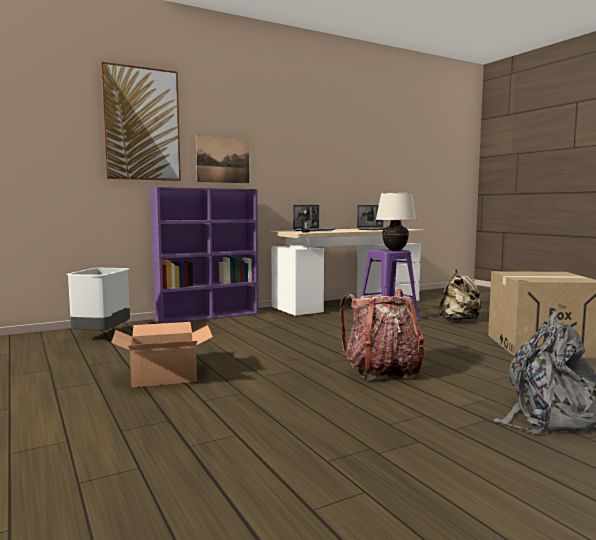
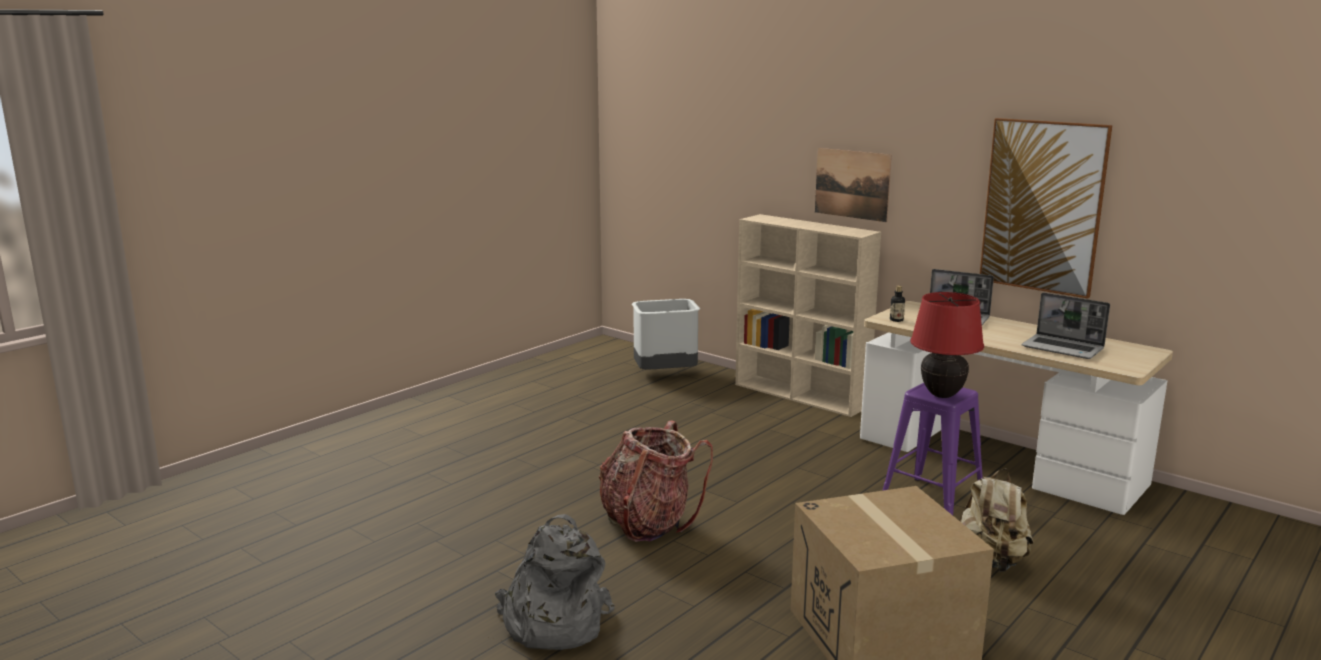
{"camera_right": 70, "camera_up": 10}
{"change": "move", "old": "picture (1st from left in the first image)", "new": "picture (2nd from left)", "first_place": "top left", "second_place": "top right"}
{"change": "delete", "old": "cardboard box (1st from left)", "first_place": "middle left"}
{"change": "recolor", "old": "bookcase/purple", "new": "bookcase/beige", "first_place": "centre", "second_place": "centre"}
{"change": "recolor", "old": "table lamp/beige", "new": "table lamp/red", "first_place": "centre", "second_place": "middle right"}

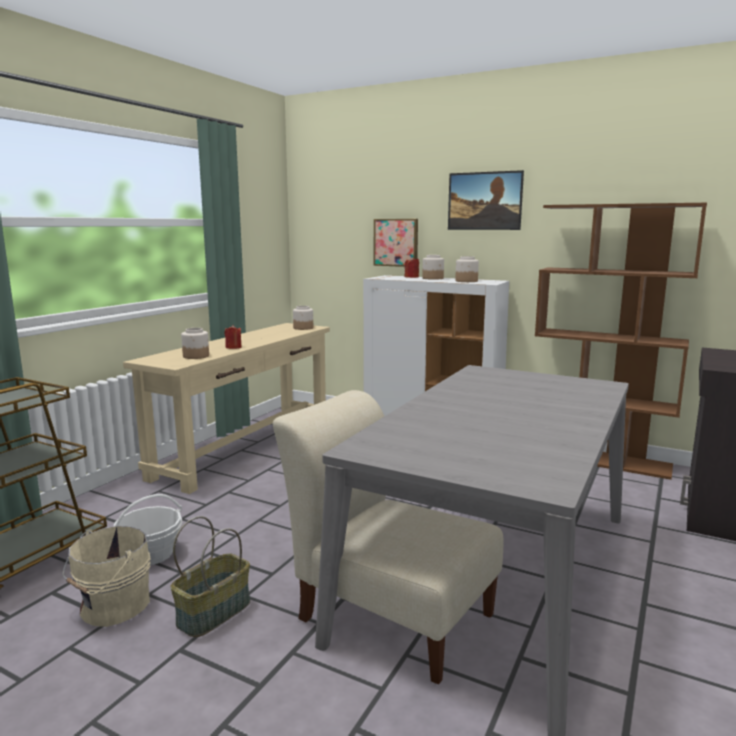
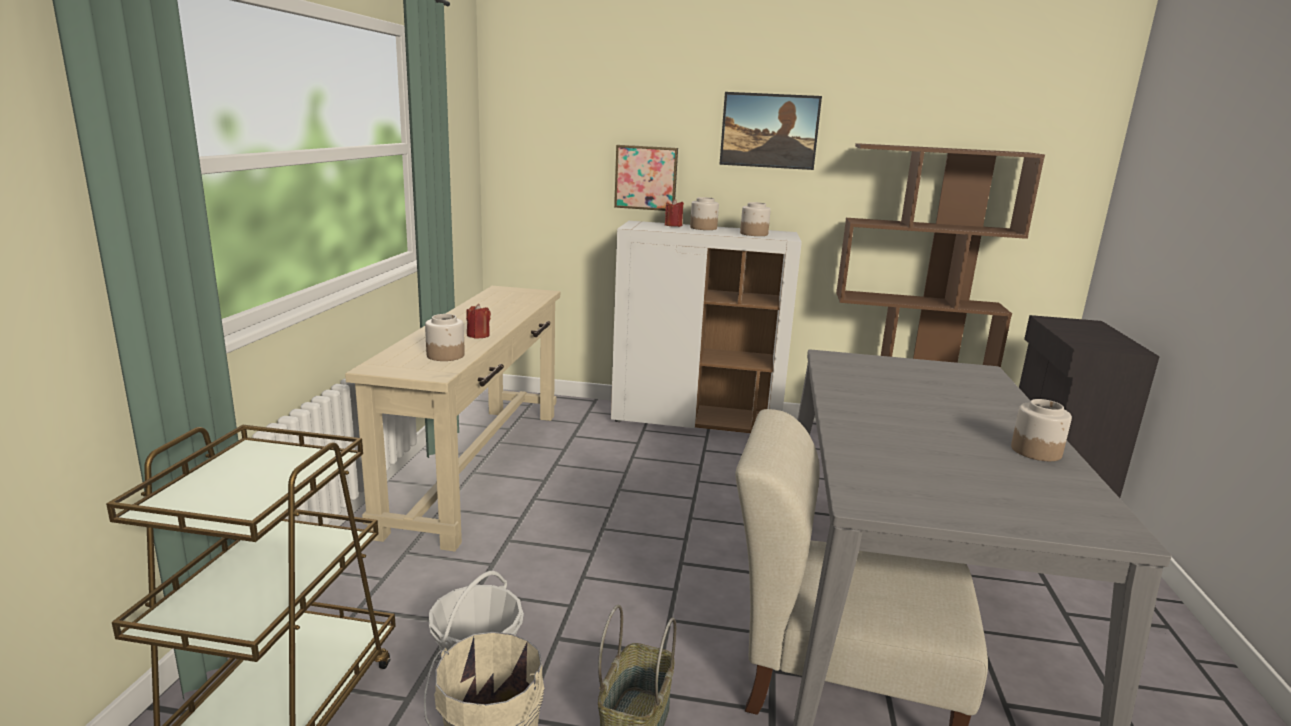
{"camera_right": -20, "camera_up": 5}
{"change": "move", "old": "jar (2nd from left in the first image)", "new": "jar (4th from left)", "first_place": "centre", "second_place": "middle right"}

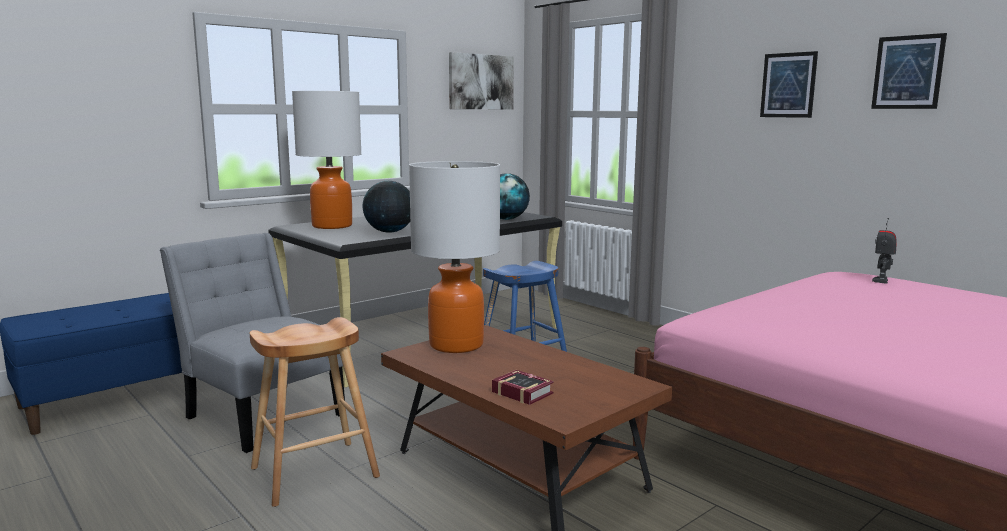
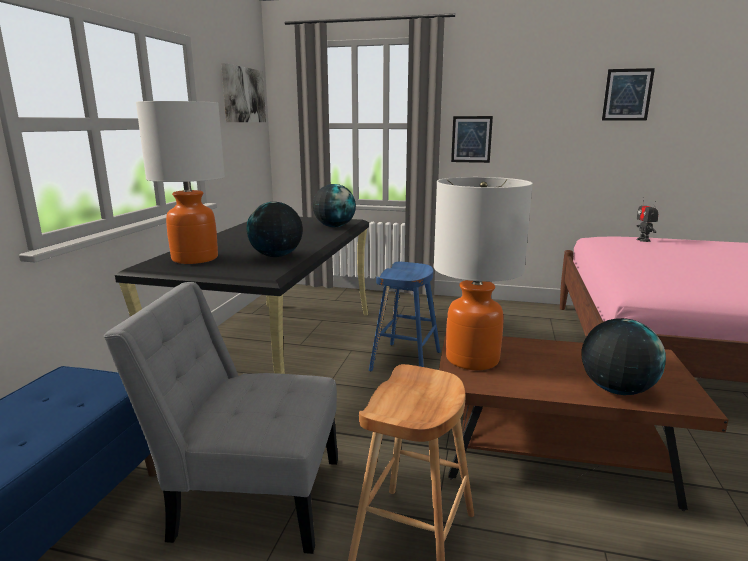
{"camera_right": -35, "camera_up": 5}
{"change": "replace", "old": "book", "new": "globe (3rd from left)", "first_place": "bottom centre", "second_place": "middle right"}
{"change": "move", "old": "picture (2nd from left)", "first_place": "top right", "second_place": "top centre"}

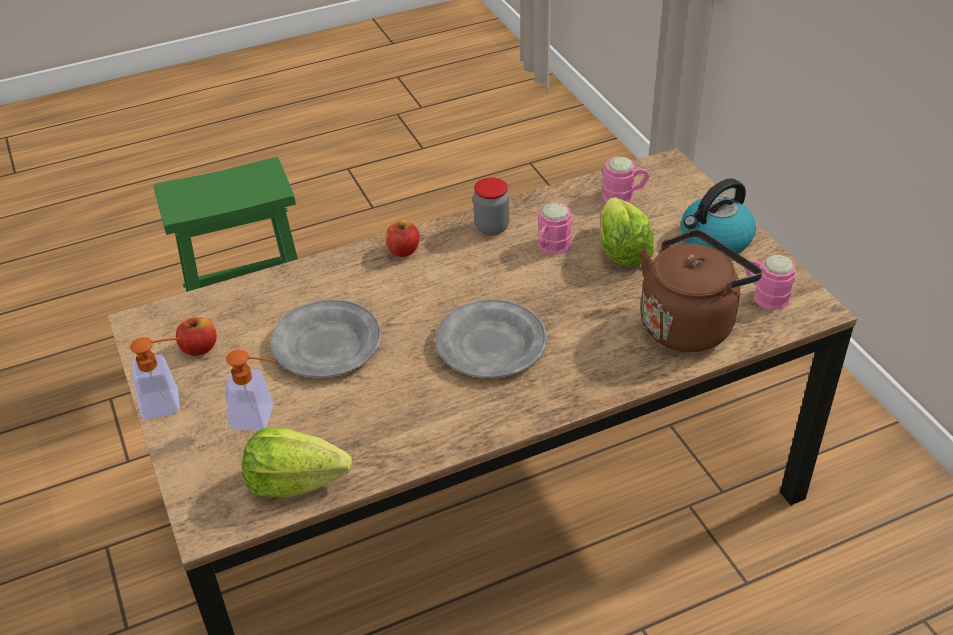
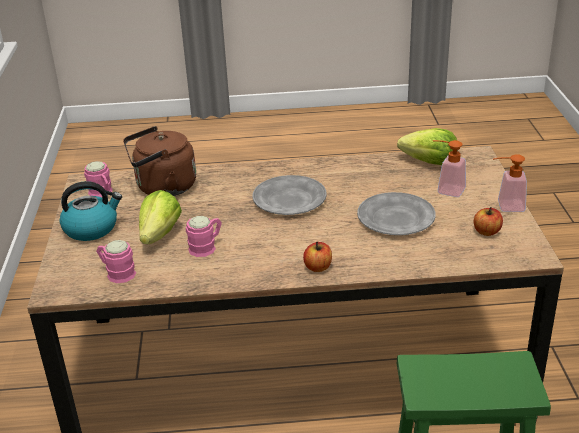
{"camera_right": -160, "camera_up": -10}
{"change": "delete", "old": "jar", "first_place": "top centre"}

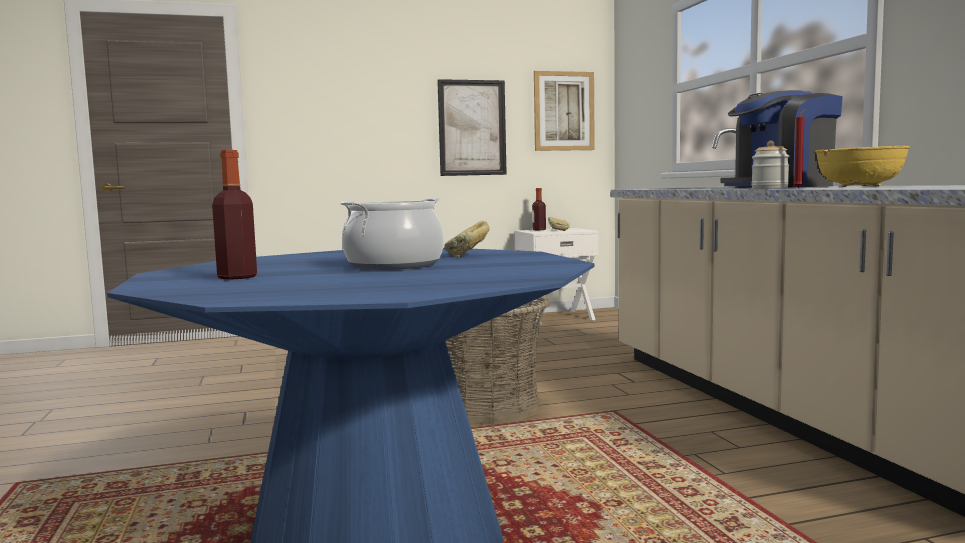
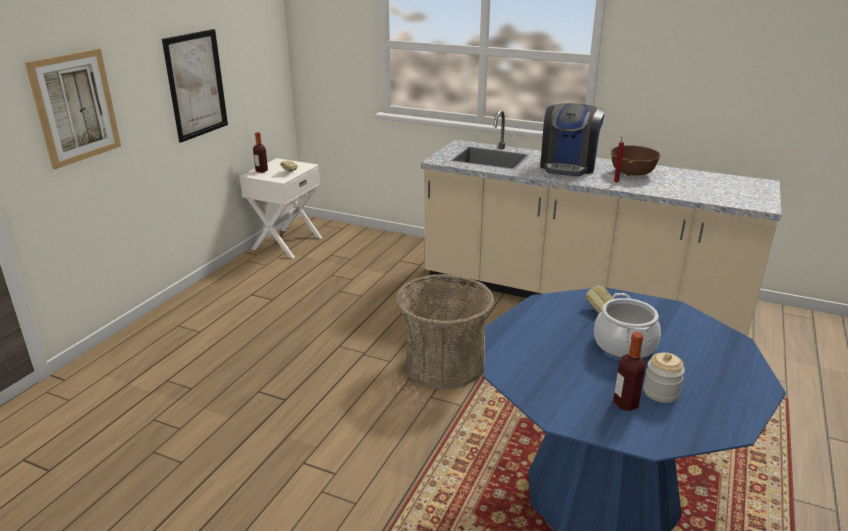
{"camera_right": -50, "camera_up": 20}
{"change": "move", "old": "picture (2nd from left in the first image)", "new": "picture (1st from left)", "first_place": "top centre", "second_place": "top left"}
{"change": "move", "old": "jar", "first_place": "top right", "second_place": "bottom right"}
{"change": "recolor", "old": "bowl/yellow", "new": "bowl/brown", "first_place": "top right", "second_place": "top right"}

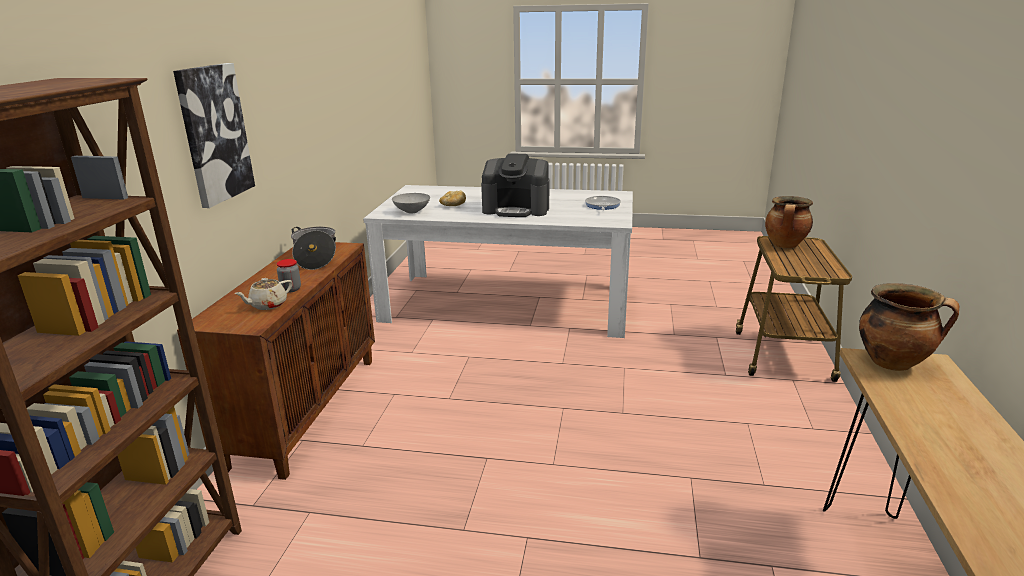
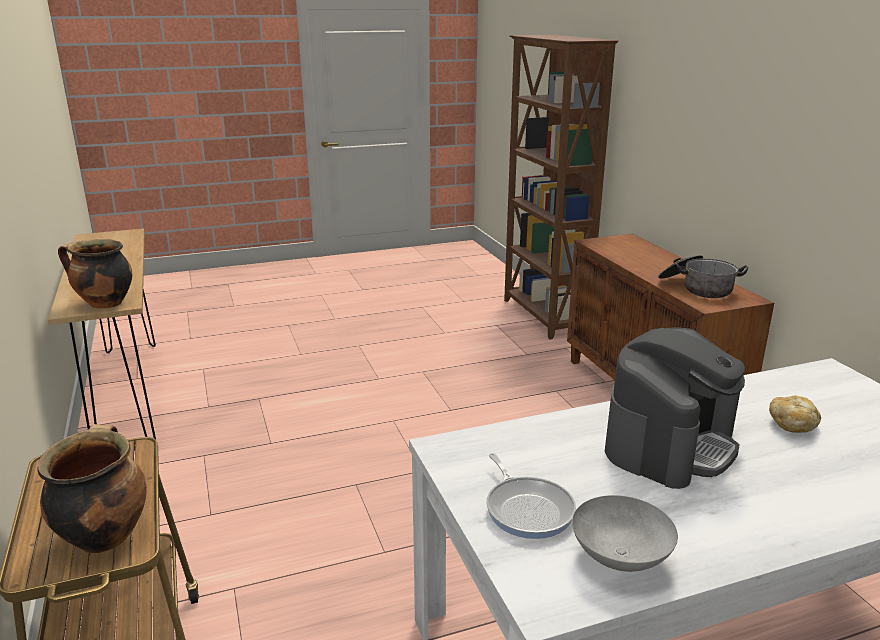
{"camera_right": 150, "camera_up": 0}
{"change": "delete", "old": "picture", "first_place": "top left"}
{"change": "delete", "old": "teapot/beige", "first_place": "middle left"}
{"change": "delete", "old": "jar", "first_place": "middle left"}
{"change": "move", "old": "bowl/grey", "first_place": "centre", "second_place": "bottom right"}
{"change": "rotate", "old": "coffee machine", "first_place": "top centre", "second_place": "middle right", "degrees": 150}

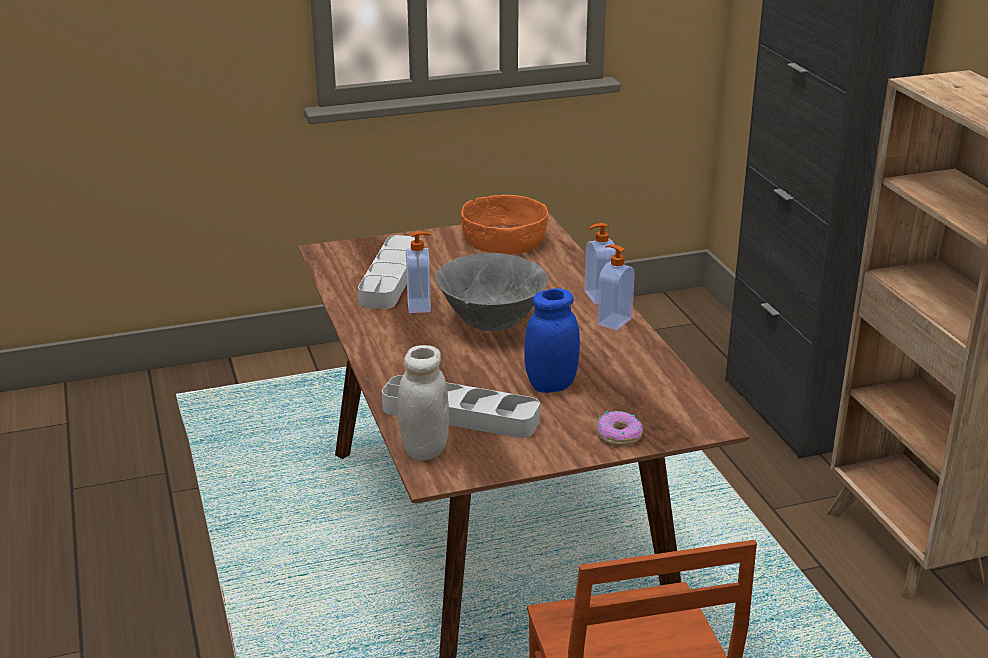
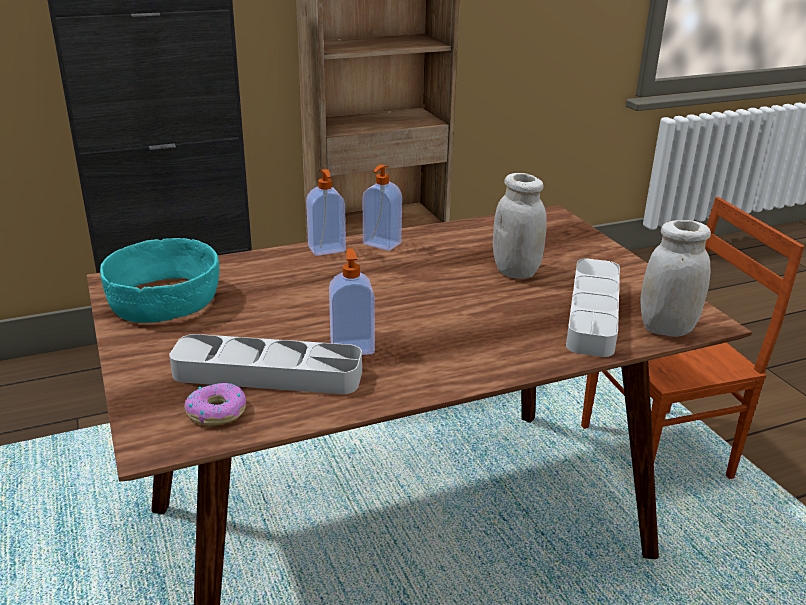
{"camera_right": -95, "camera_up": 0}
{"change": "delete", "old": "bowl/grey", "first_place": "centre"}
{"change": "recolor", "old": "bowl/orange", "new": "bowl/turquoise", "first_place": "centre", "second_place": "middle left"}
{"change": "recolor", "old": "jar/blue", "new": "jar/white (1st from left)", "first_place": "centre", "second_place": "centre"}
{"change": "move", "old": "donut", "first_place": "centre", "second_place": "bottom left"}

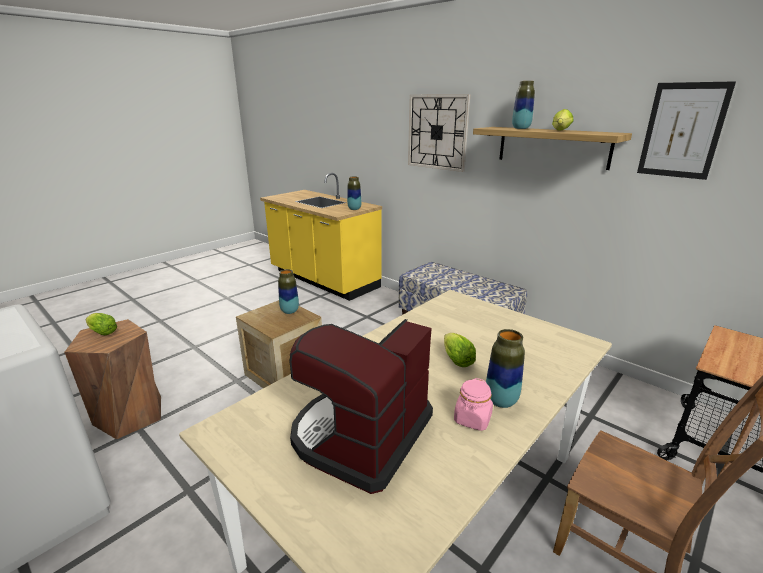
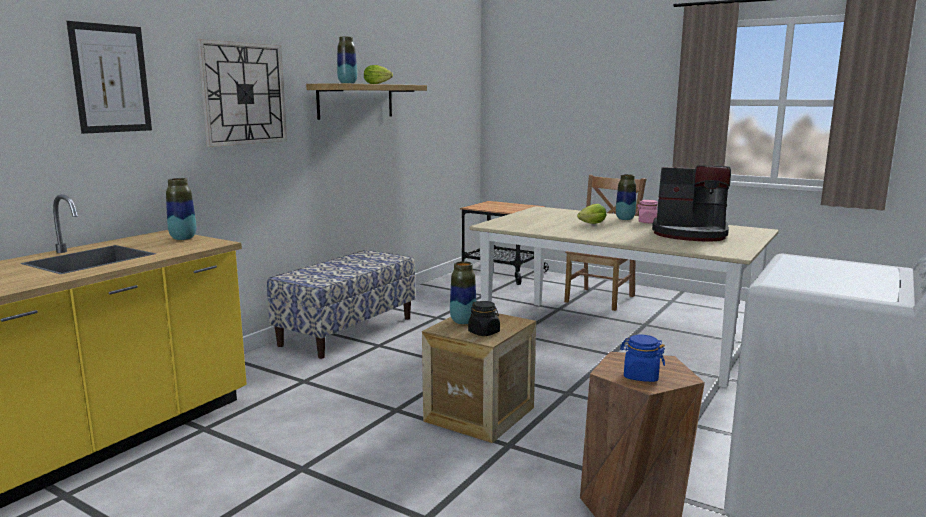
{"camera_right": -100, "camera_up": -10}
{"change": "replace", "old": "lettuce (1st from left)", "new": "jar/blue", "first_place": "middle left", "second_place": "bottom right"}
{"change": "move", "old": "picture", "first_place": "top right", "second_place": "top left"}
{"change": "insert", "new": "jar/black", "second_place": "centre"}

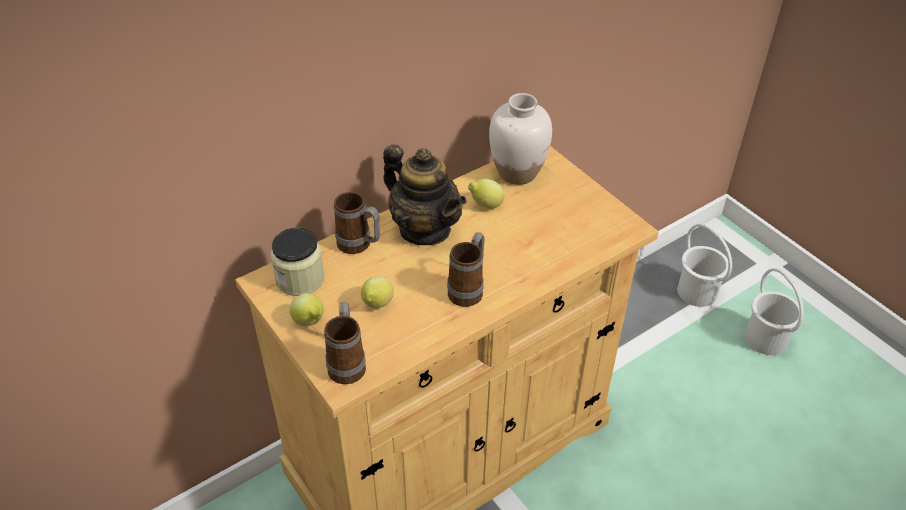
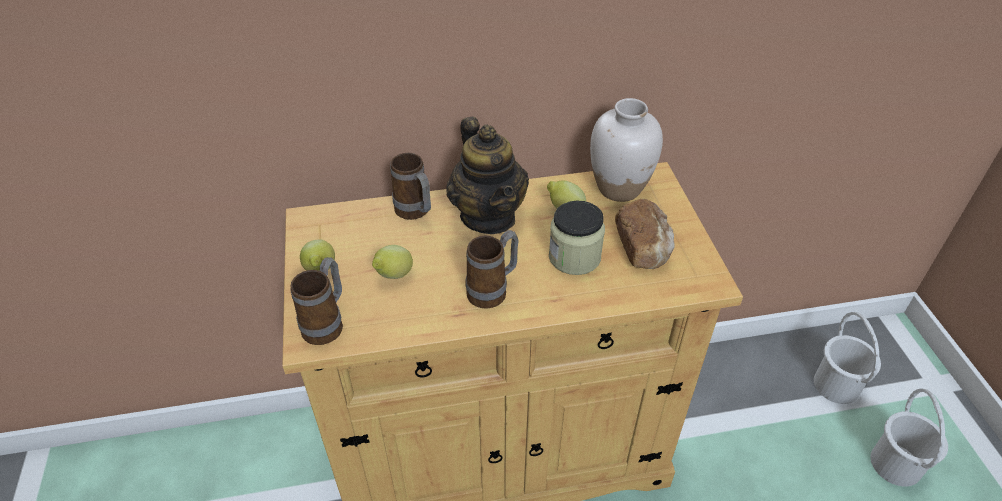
{"camera_right": 25, "camera_up": 0}
{"change": "move", "old": "jar", "first_place": "middle left", "second_place": "centre"}
{"change": "insert", "new": "bread", "second_place": "centre"}

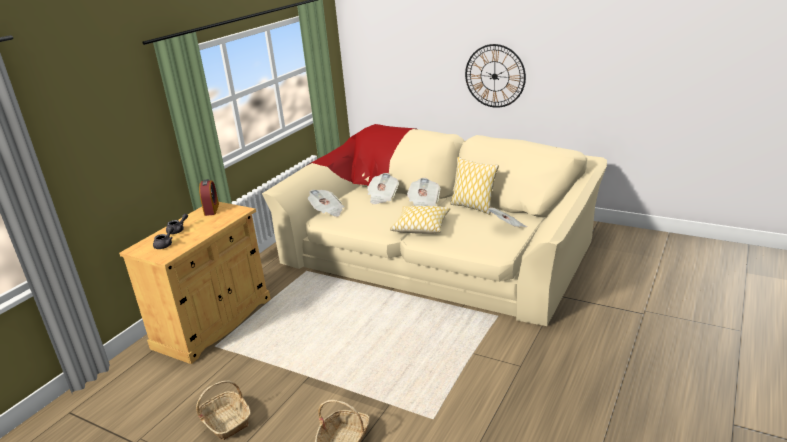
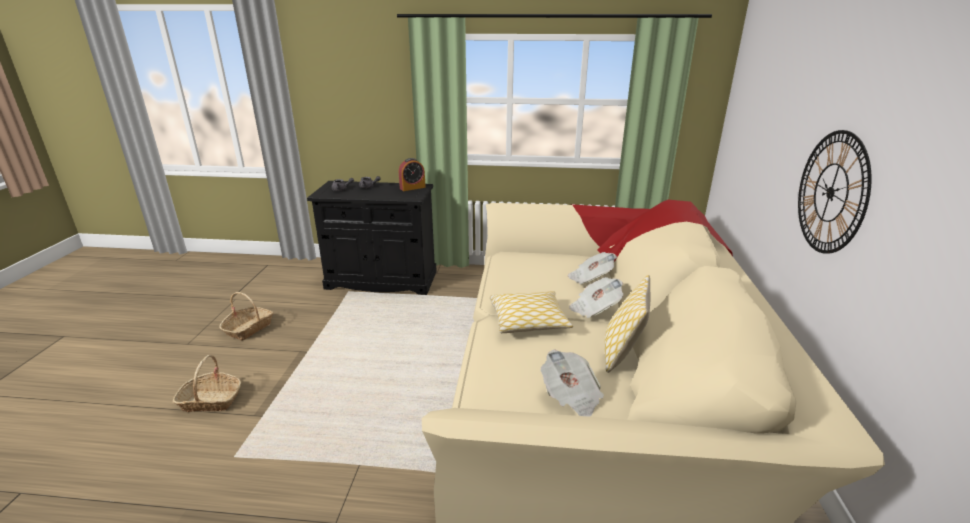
{"camera_right": 65, "camera_up": 0}
{"change": "recolor", "old": "cabinet/beige", "new": "cabinet/black", "first_place": "middle left", "second_place": "centre"}
{"change": "delete", "old": "newspaper (1st from left)", "first_place": "centre"}

